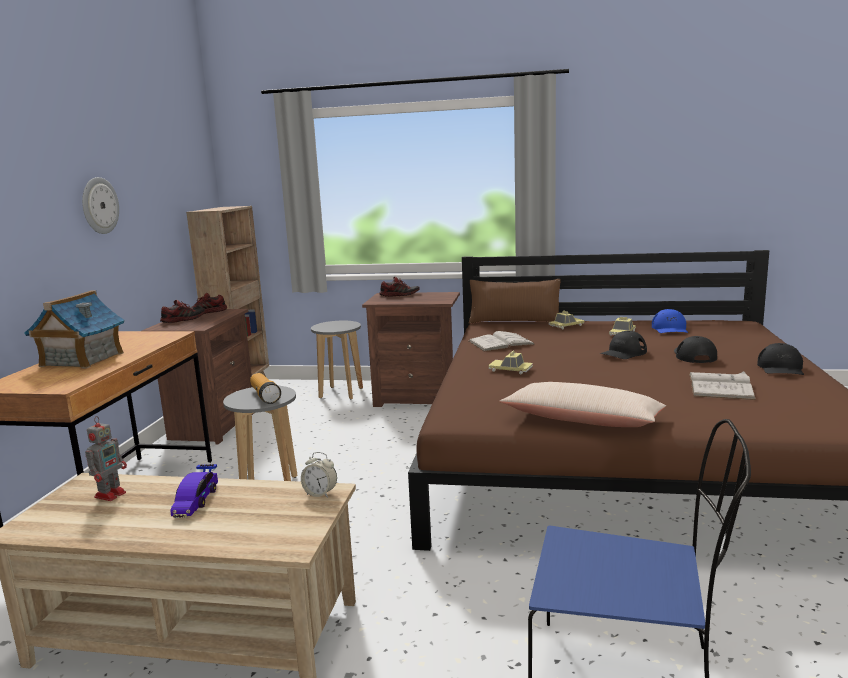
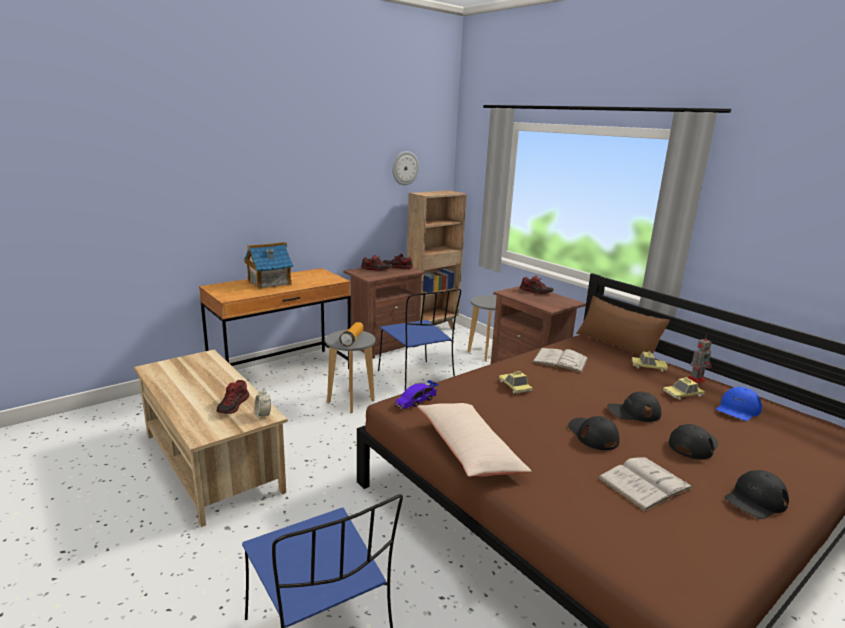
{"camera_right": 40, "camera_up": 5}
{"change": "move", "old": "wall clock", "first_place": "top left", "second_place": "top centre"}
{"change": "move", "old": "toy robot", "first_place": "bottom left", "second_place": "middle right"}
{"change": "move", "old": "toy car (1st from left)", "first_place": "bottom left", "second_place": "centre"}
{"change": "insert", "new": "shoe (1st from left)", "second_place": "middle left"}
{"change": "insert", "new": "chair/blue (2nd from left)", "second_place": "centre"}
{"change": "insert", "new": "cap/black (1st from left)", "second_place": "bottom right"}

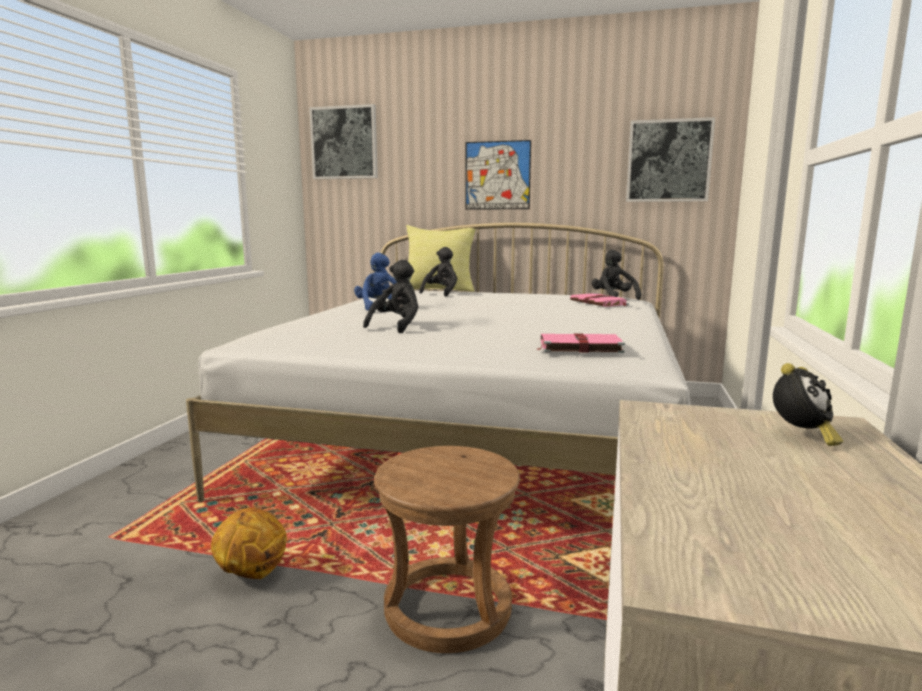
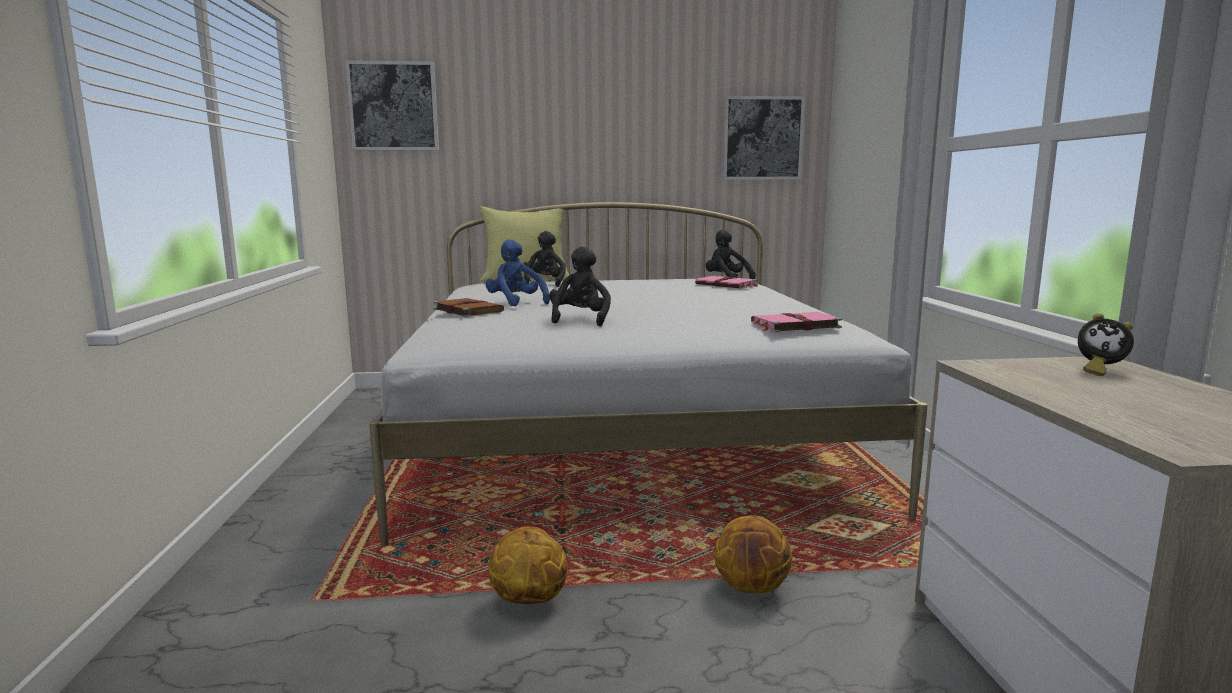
{"camera_right": -20, "camera_up": 0}
{"change": "replace", "old": "stool/brown", "new": "basketball (2nd from left)", "first_place": "bottom centre", "second_place": "bottom centre"}
{"change": "delete", "old": "picture (2nd from left)", "first_place": "top centre"}
{"change": "rotate", "old": "alarm clock", "first_place": "middle right", "second_place": "middle right", "degrees": 90}
{"change": "insert", "new": "book/brown", "second_place": "centre"}

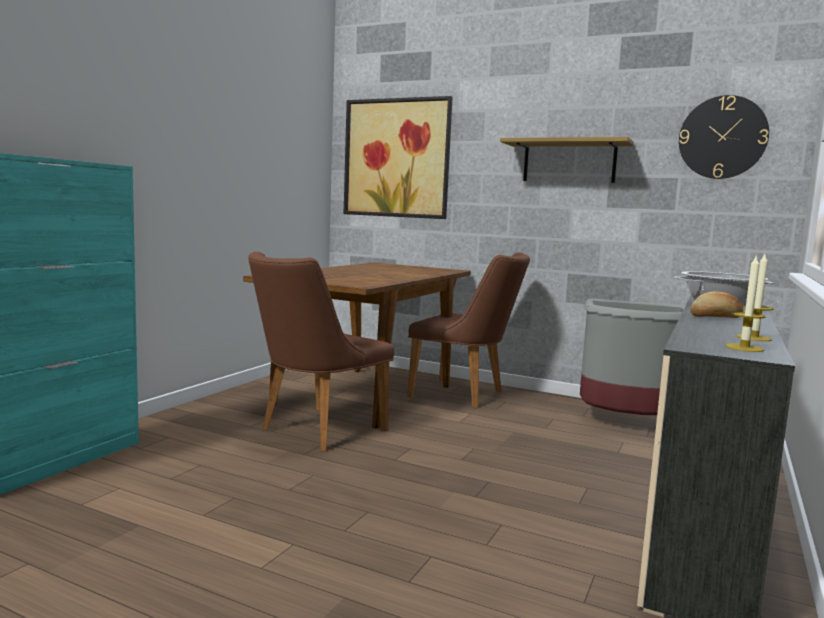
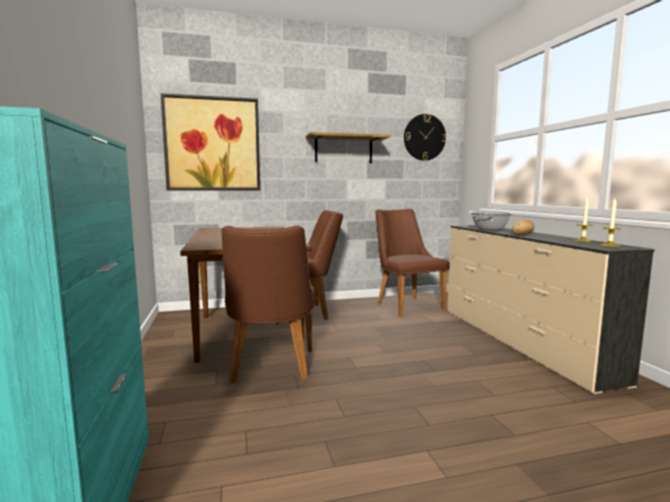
{"camera_right": -40, "camera_up": 0}
{"change": "replace", "old": "trash can/grey", "new": "chair/brown (3rd from left)", "first_place": "middle right", "second_place": "centre"}

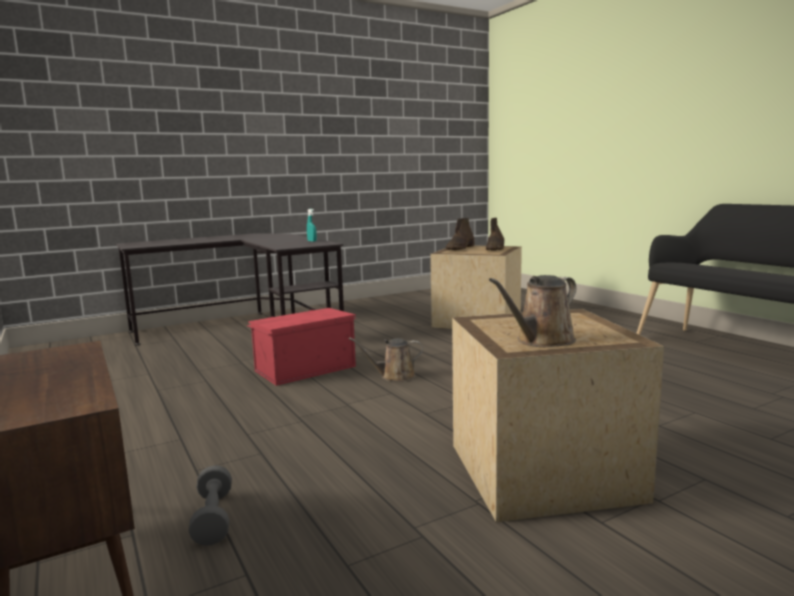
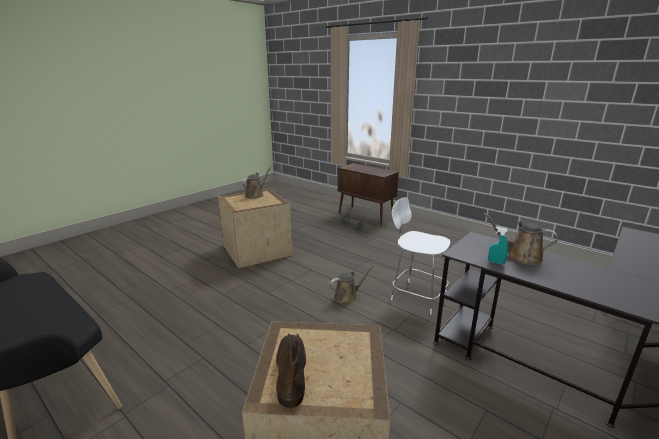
{"camera_right": 160, "camera_up": 10}
{"change": "replace", "old": "storage box/red", "new": "chair/white", "first_place": "centre", "second_place": "centre"}
{"change": "delete", "old": "boot/brown (1st from left)", "first_place": "centre"}
{"change": "insert", "new": "watering can/brown (3rd from left)", "second_place": "middle right"}

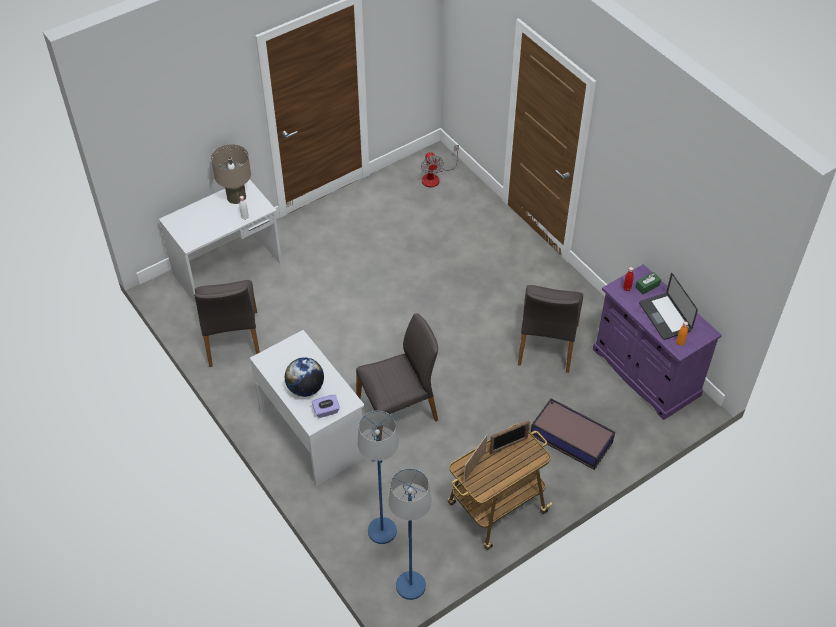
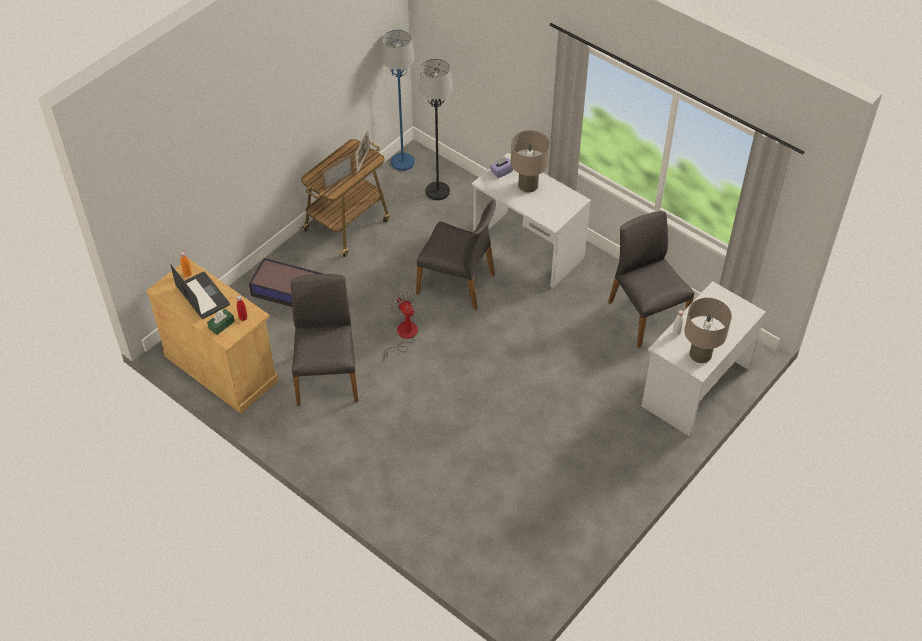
{"camera_right": 165, "camera_up": 0}
{"change": "replace", "old": "globe", "new": "table lamp/beige (1st from left)", "first_place": "centre", "second_place": "top centre"}
{"change": "rotate", "old": "chair/grey (2nd from left)", "first_place": "centre", "second_place": "centre", "degrees": -120}
{"change": "recolor", "old": "floor lamp/blue (1st from left)", "new": "floor lamp/black", "first_place": "bottom centre", "second_place": "top centre"}
{"change": "move", "old": "fan", "first_place": "top centre", "second_place": "centre"}
{"change": "recolor", "old": "cabinet/purple", "new": "cabinet/beige", "first_place": "middle right", "second_place": "middle left"}

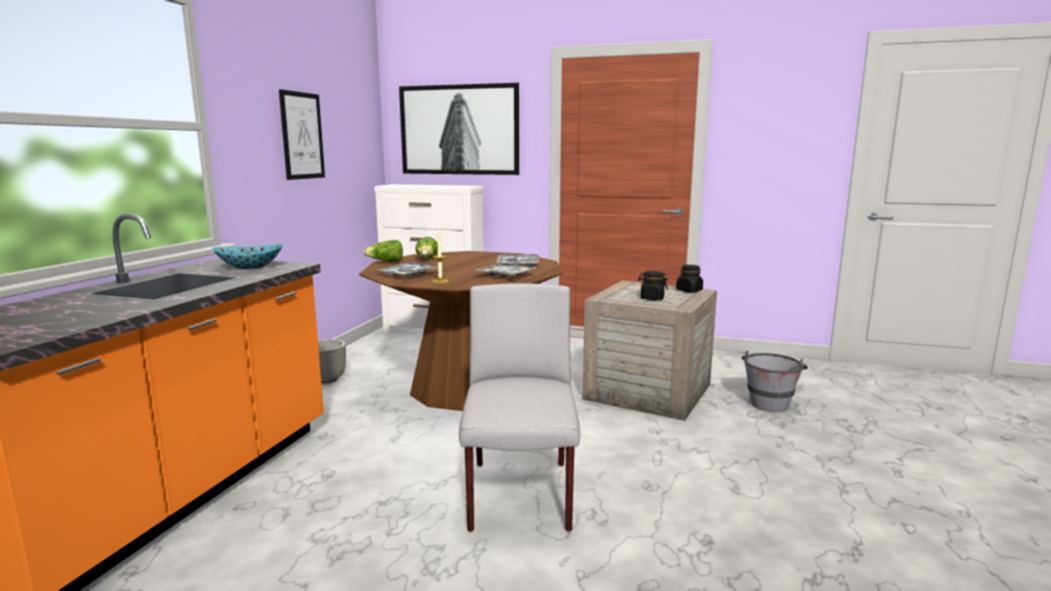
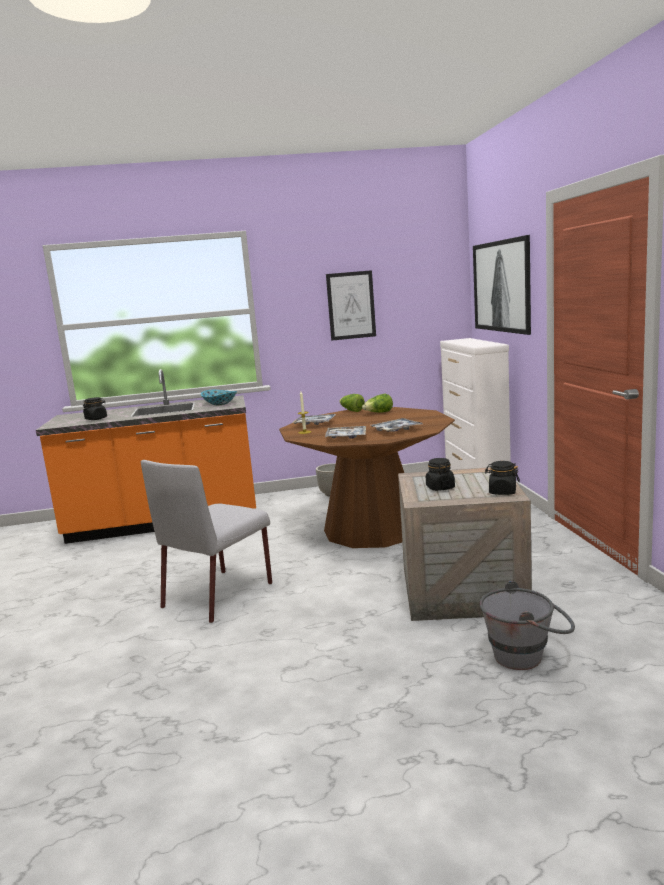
{"camera_right": 65, "camera_up": 0}
{"change": "rotate", "old": "chair/grey", "first_place": "bottom centre", "second_place": "middle left", "degrees": 150}
{"change": "insert", "new": "jar/black (1st from left)", "second_place": "middle left"}

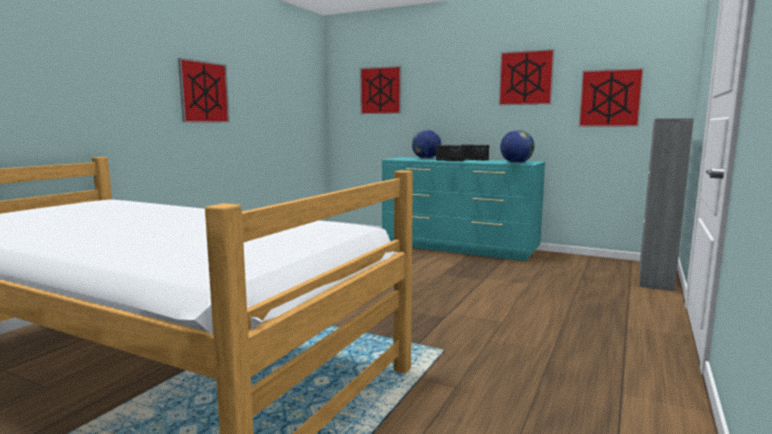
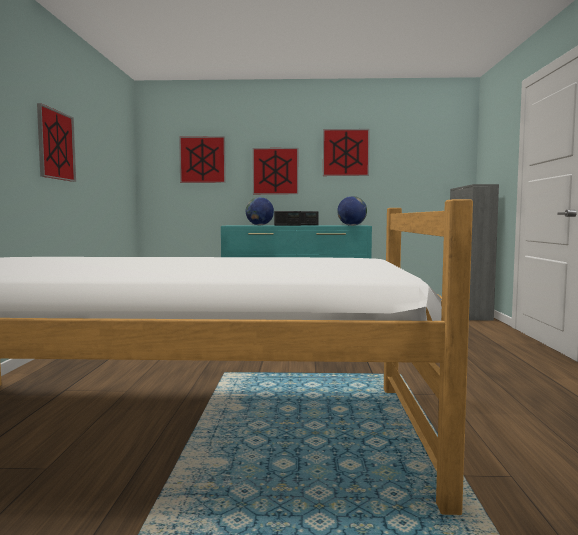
{"camera_right": -25, "camera_up": -5}
{"change": "move", "old": "picture (4th from left in the first image)", "new": "picture (3rd from left)", "first_place": "top right", "second_place": "top centre"}

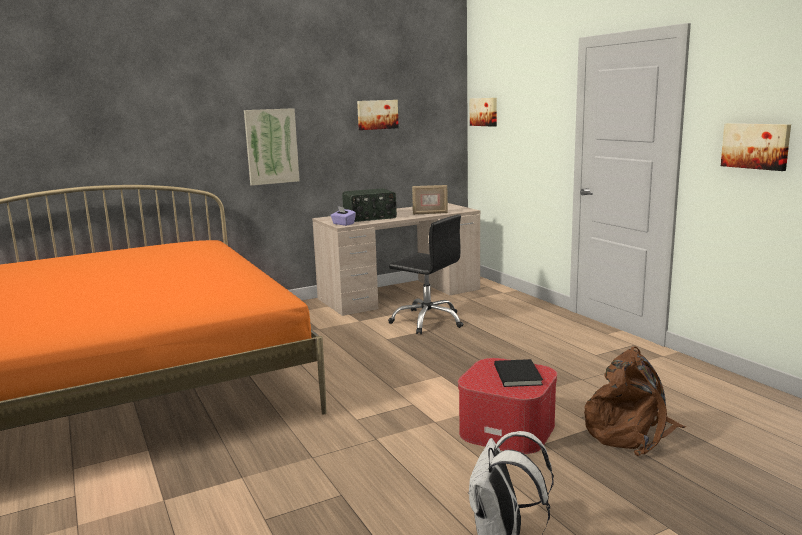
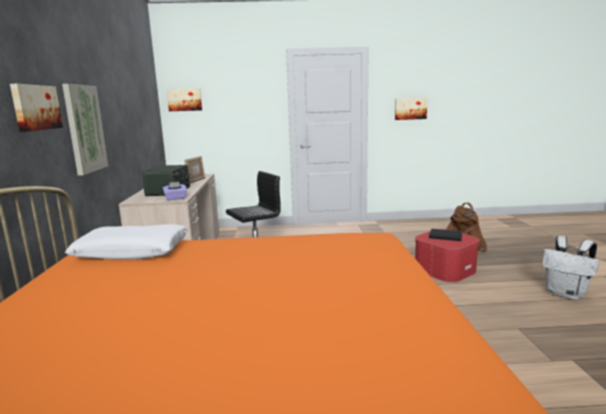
{"camera_right": -65, "camera_up": 0}
{"change": "move", "old": "picture (2nd from left in the first image)", "new": "picture (1st from left)", "first_place": "top centre", "second_place": "top left"}
{"change": "insert", "new": "pillow/white", "second_place": "middle left"}

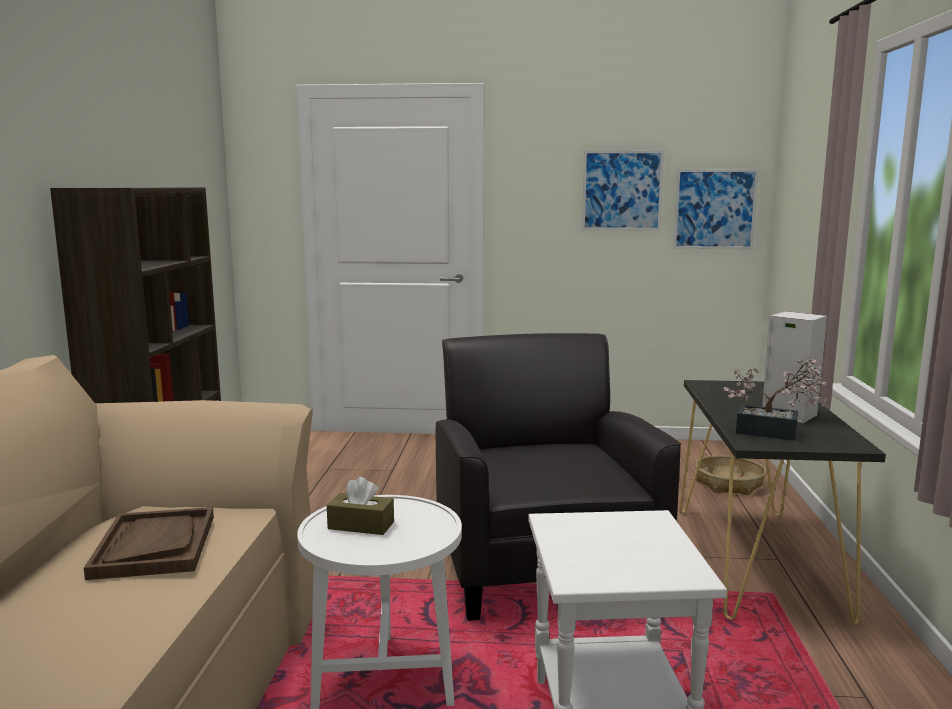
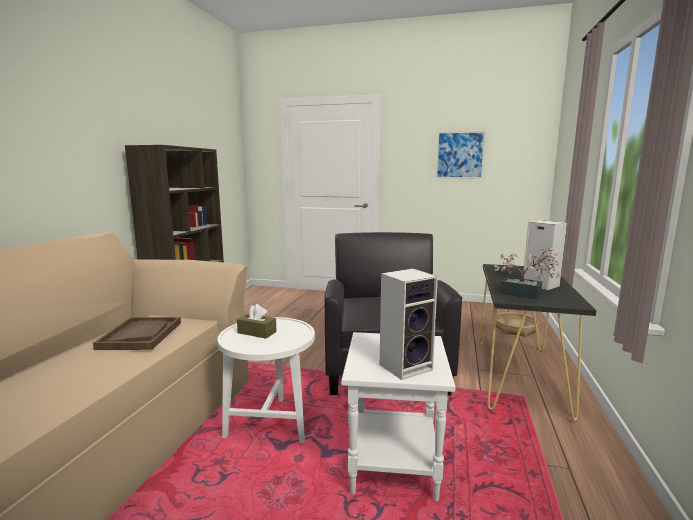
{"camera_right": 10, "camera_up": 0}
{"change": "delete", "old": "picture (2nd from left)", "first_place": "top right"}
{"change": "insert", "new": "speaker (1st from left)", "second_place": "centre"}

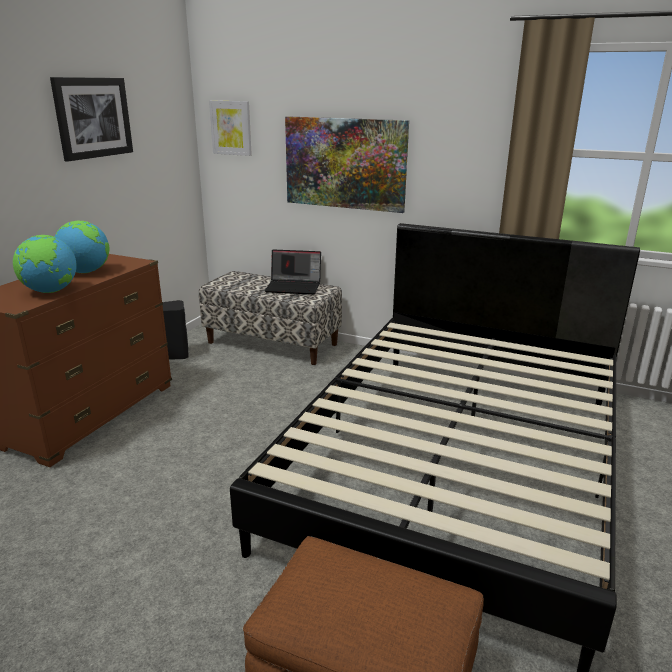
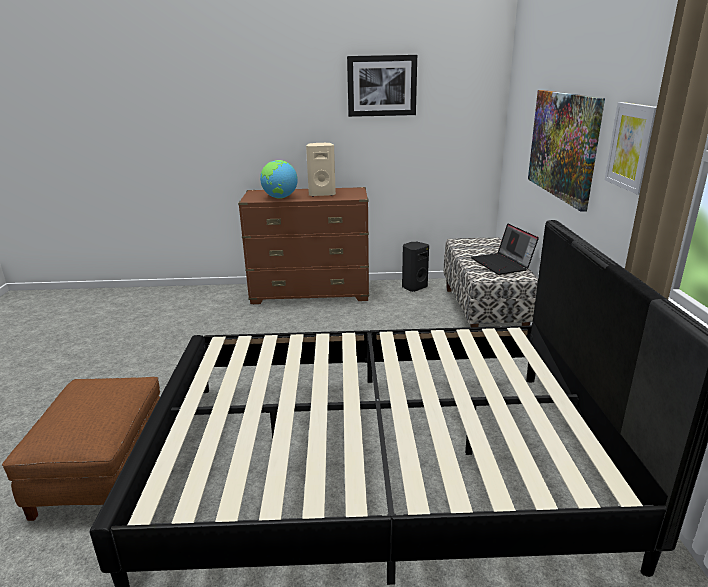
{"camera_right": 65, "camera_up": 0}
{"change": "replace", "old": "globe (2nd from left)", "new": "speaker/beige", "first_place": "middle left", "second_place": "top centre"}
{"change": "move", "old": "picture (2nd from left in the first image)", "new": "picture (3rd from left)", "first_place": "top centre", "second_place": "top right"}

